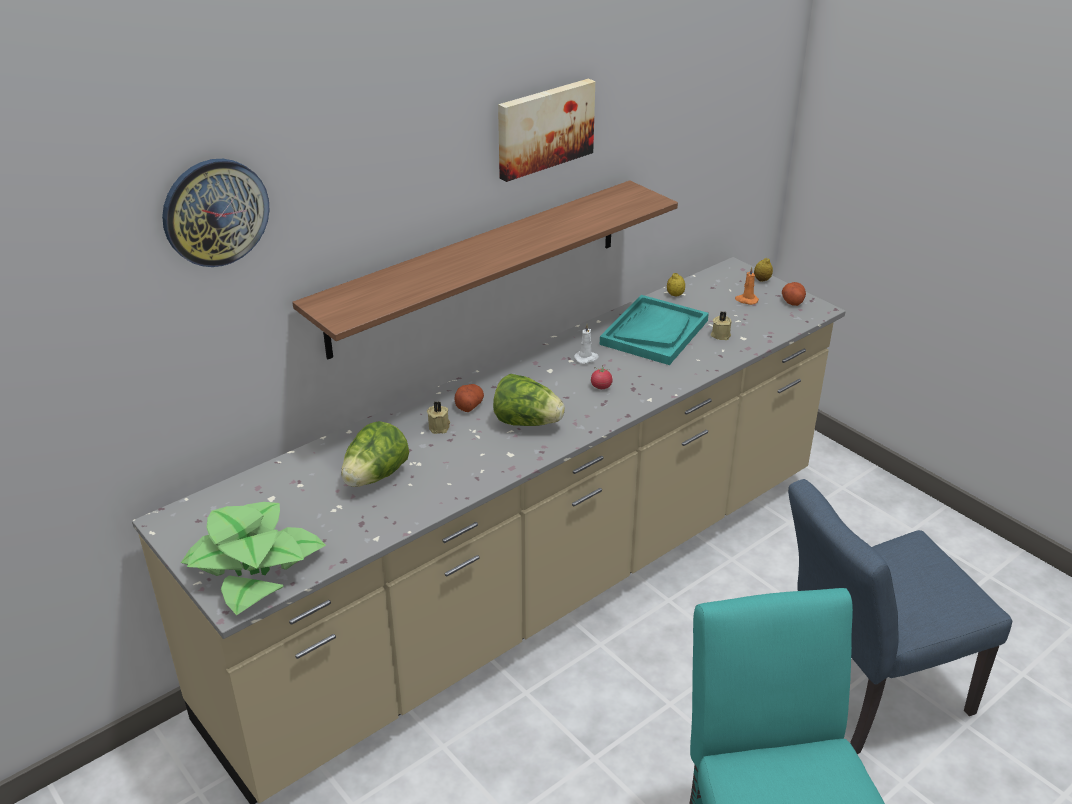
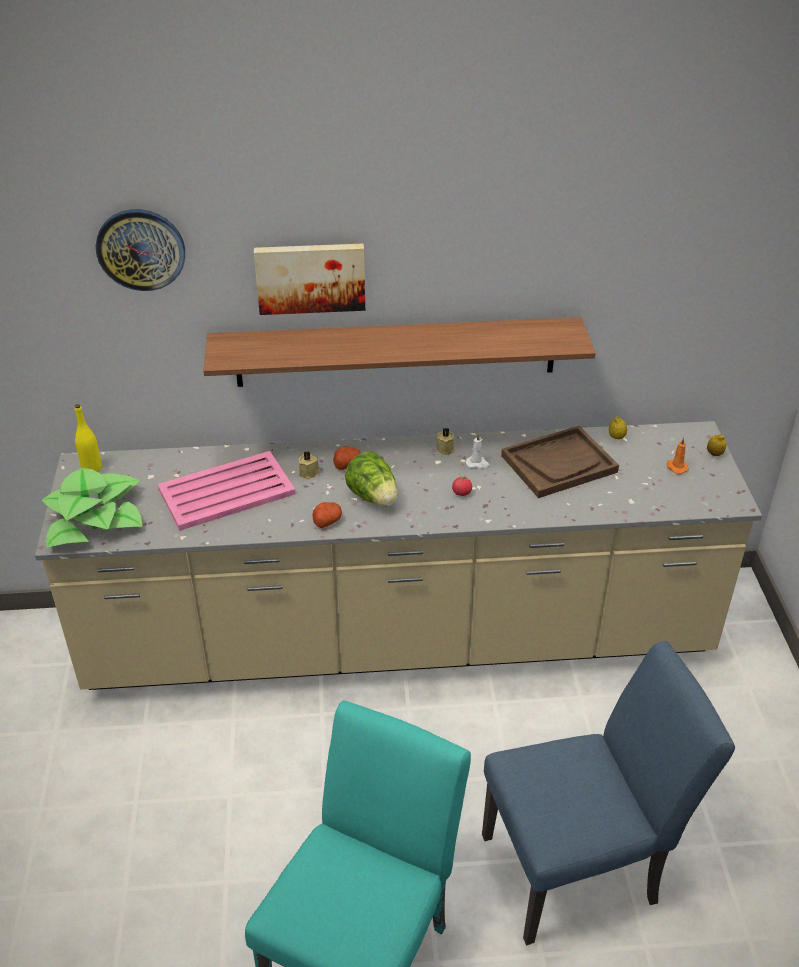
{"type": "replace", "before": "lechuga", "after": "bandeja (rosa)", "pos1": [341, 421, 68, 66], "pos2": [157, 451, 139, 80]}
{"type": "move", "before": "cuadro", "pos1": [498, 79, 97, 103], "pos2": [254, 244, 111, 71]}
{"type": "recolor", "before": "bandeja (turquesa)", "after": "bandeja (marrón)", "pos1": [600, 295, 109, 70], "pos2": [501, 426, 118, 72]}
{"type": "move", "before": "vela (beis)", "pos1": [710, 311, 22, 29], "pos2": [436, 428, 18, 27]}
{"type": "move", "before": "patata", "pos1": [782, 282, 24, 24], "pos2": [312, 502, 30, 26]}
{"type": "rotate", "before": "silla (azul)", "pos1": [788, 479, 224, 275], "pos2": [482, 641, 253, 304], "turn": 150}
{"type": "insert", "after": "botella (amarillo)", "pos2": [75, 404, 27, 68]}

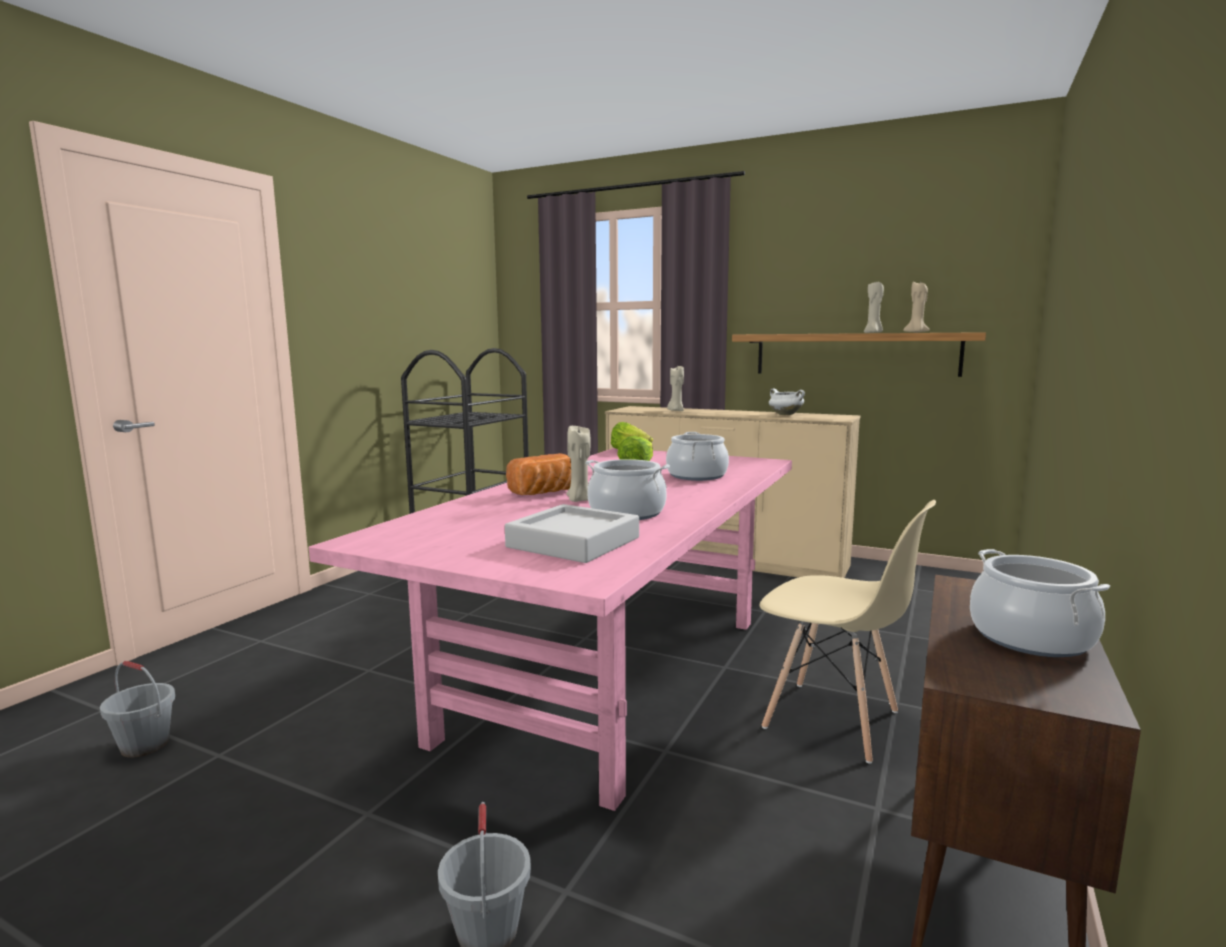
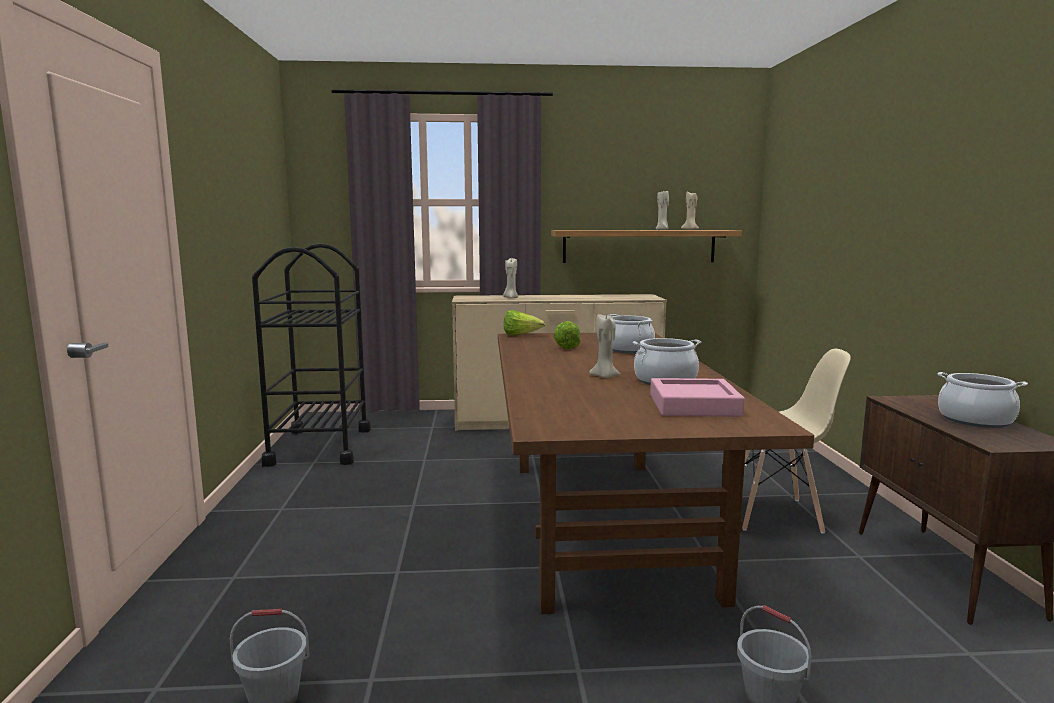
{"type": "recolor", "before": "mesa de comedor (rosa)", "after": "mesa de comedor (marrón)", "pos1": [309, 448, 483, 363], "pos2": [498, 333, 316, 281]}
{"type": "recolor", "before": "bandeja (gris)", "after": "bandeja (rosa)", "pos1": [505, 504, 134, 59], "pos2": [650, 378, 95, 39]}
{"type": "delete", "before": "pan", "pos1": [506, 453, 65, 42]}
{"type": "delete", "before": "olla (blanco)", "pos1": [769, 388, 36, 27]}

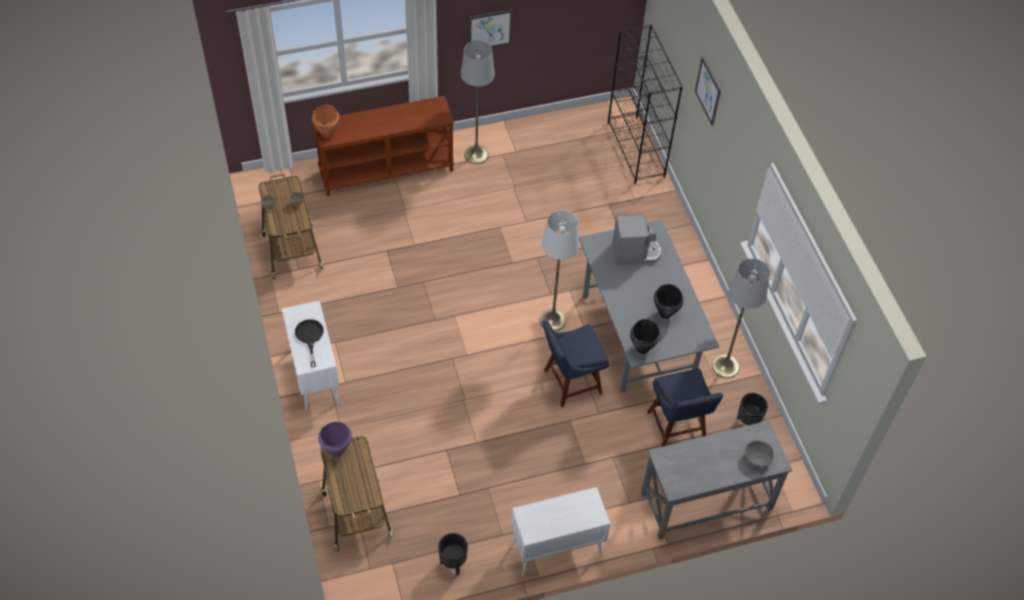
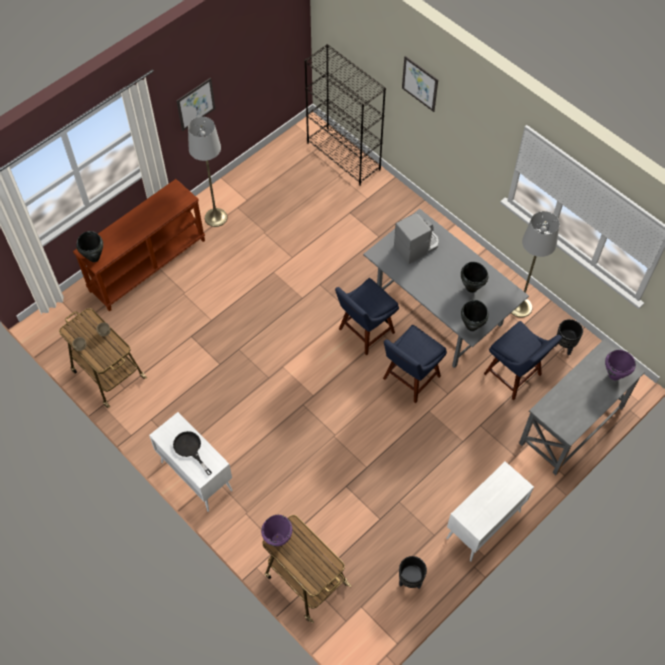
{"type": "recolor", "before": "olla (naranja)", "after": "olla (negro)", "pos1": [312, 105, 27, 33], "pos2": [76, 231, 27, 31]}
{"type": "replace", "before": "lámpara de pie (blanco)", "after": "silla (azul)", "pos1": [539, 210, 40, 122], "pos2": [335, 278, 64, 78]}
{"type": "replace", "before": "cuenco (gris)", "after": "olla (morado)", "pos1": [745, 440, 29, 28], "pos2": [605, 350, 31, 30]}

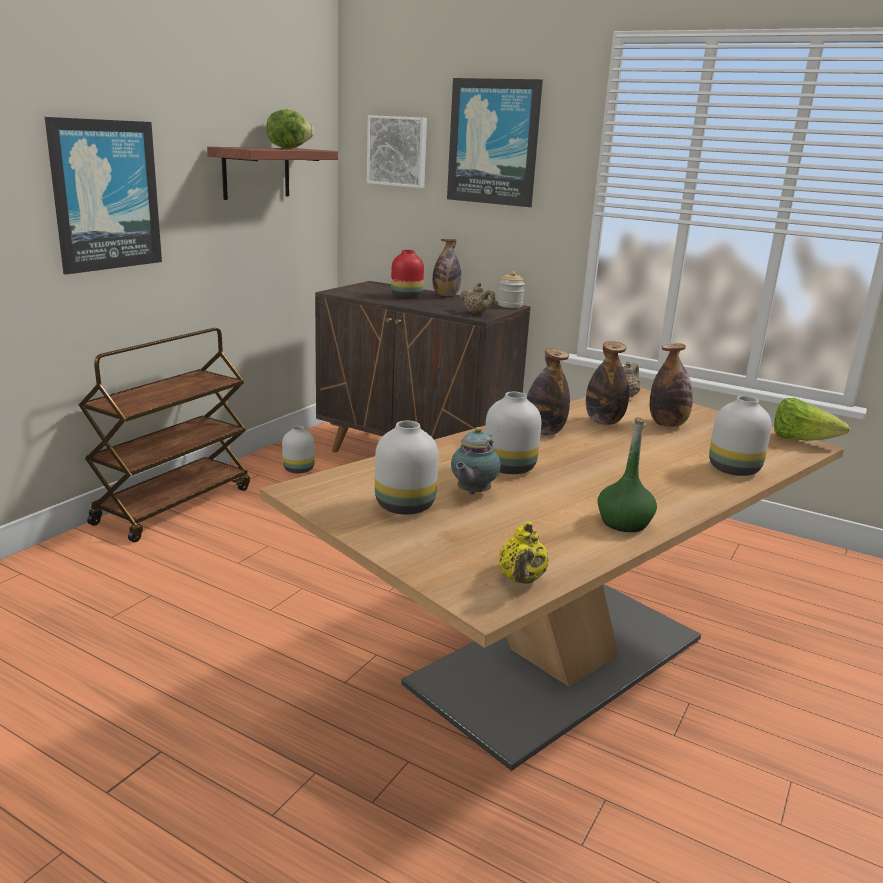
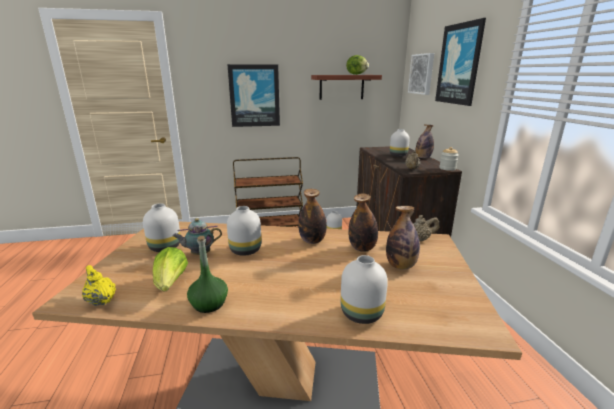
{"type": "recolor", "before": "florero (rojo)", "after": "florero (blanco)", "pos1": [391, 250, 33, 48], "pos2": [390, 129, 20, 27]}
{"type": "rotate", "before": "tetera (amarillo)", "pos1": [498, 521, 51, 63], "pos2": [82, 265, 34, 41], "turn": 75}
{"type": "move", "before": "lechuga", "pos1": [774, 398, 76, 43], "pos2": [153, 247, 35, 44]}

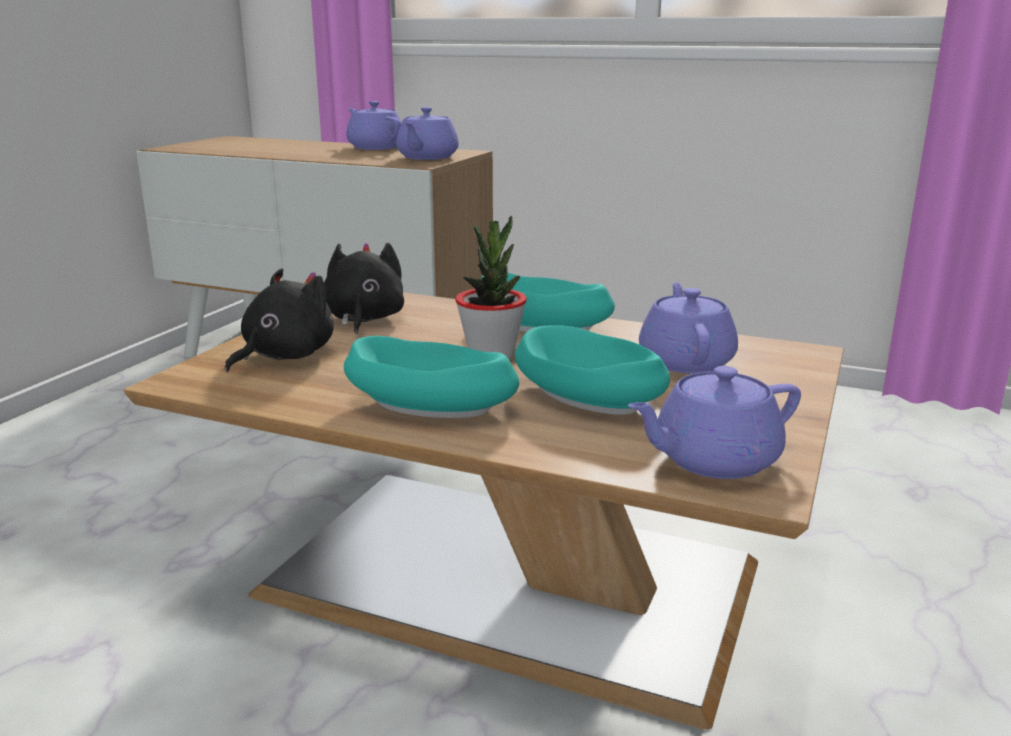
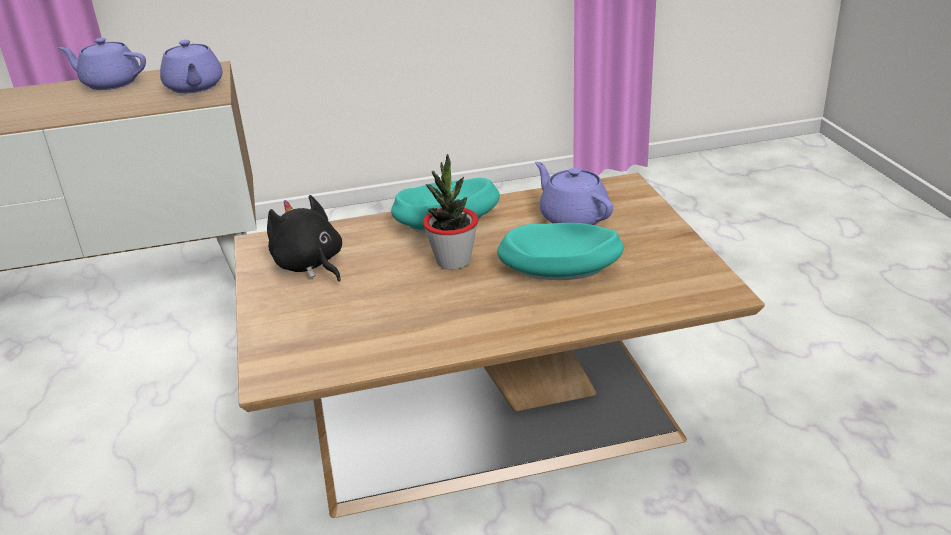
{"type": "delete", "before": "peluche (negro)", "pos1": [225, 268, 109, 104]}
{"type": "delete", "before": "cuenco (turquesa)", "pos1": [344, 336, 175, 82]}
{"type": "delete", "before": "tetera (morado)", "pos1": [628, 366, 173, 113]}

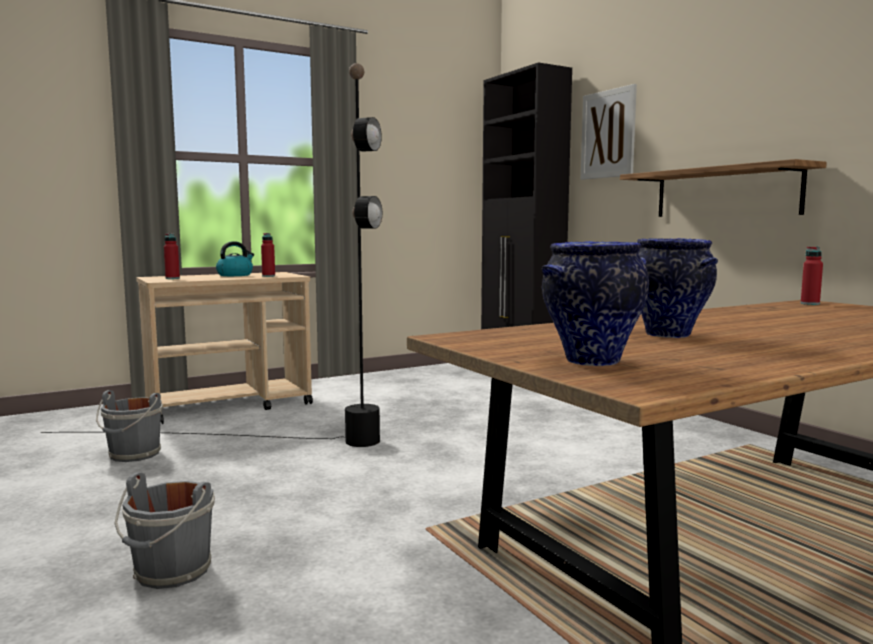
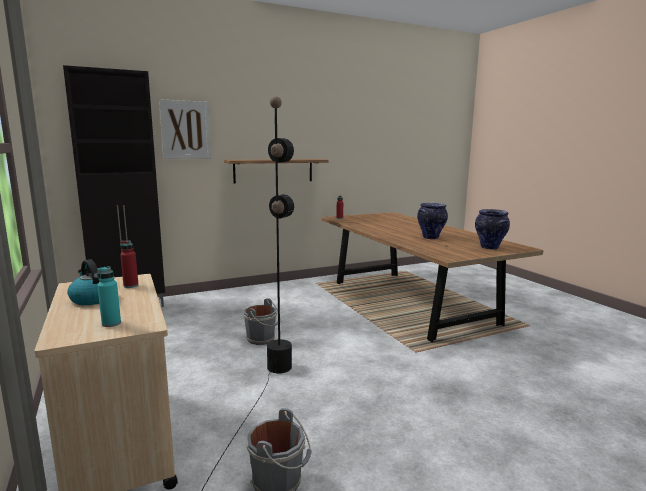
{"type": "move", "before": "cubo (gris)", "pos1": [114, 472, 101, 117], "pos2": [243, 298, 35, 47]}
{"type": "recolor", "before": "botella (rojo)", "after": "botella (turquesa)", "pos1": [164, 233, 16, 46], "pos2": [97, 266, 24, 61]}

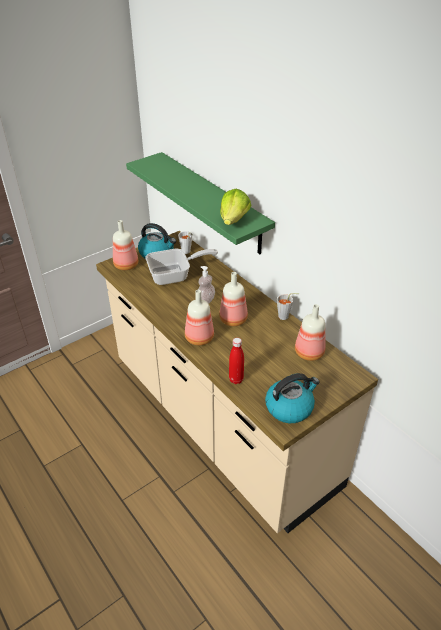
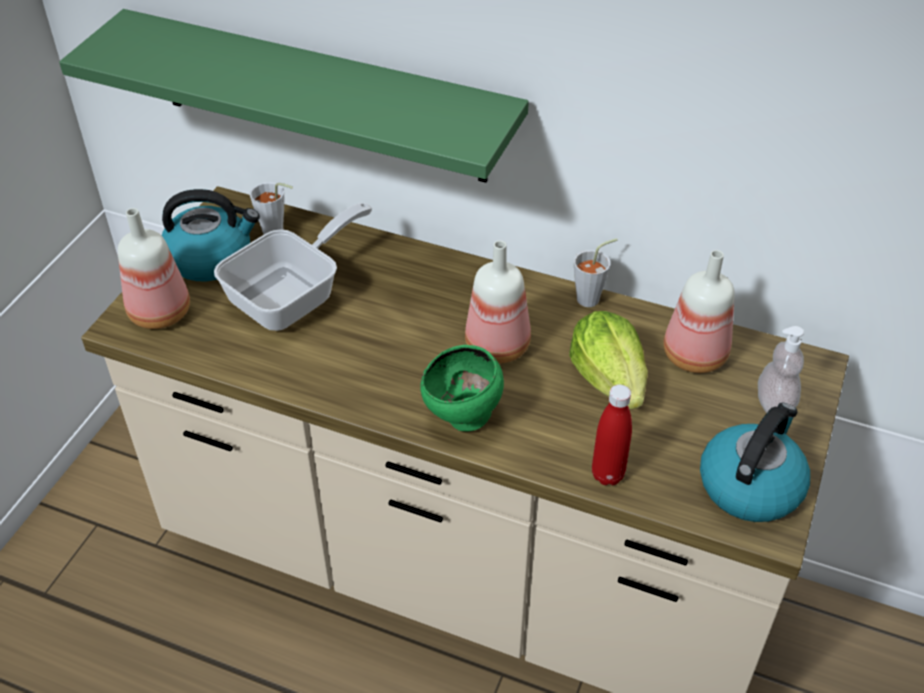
{"type": "replace", "before": "botella", "after": "cuenco (verde)", "pos1": [185, 290, 29, 55], "pos2": [420, 345, 84, 86]}
{"type": "move", "before": "dispensador de jabón", "pos1": [198, 266, 17, 38], "pos2": [758, 326, 46, 87]}
{"type": "move", "before": "lechuga", "pos1": [220, 189, 31, 36], "pos2": [569, 311, 79, 98]}

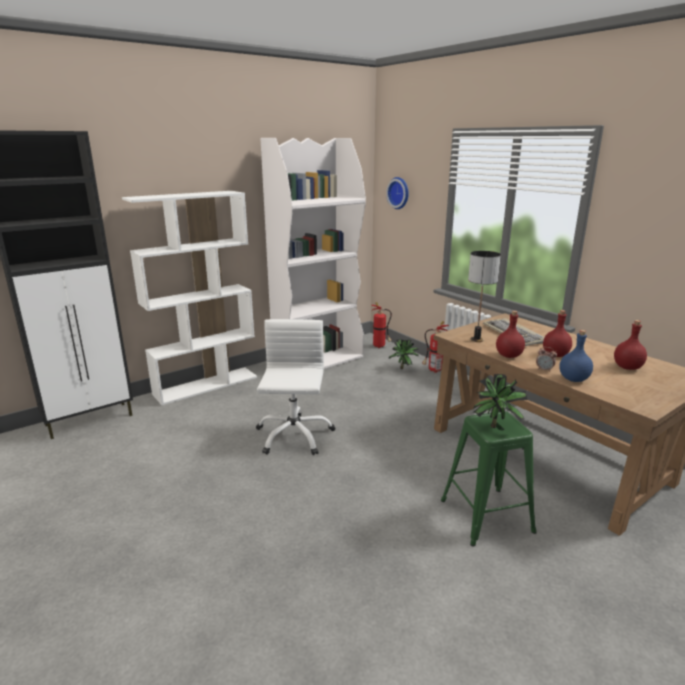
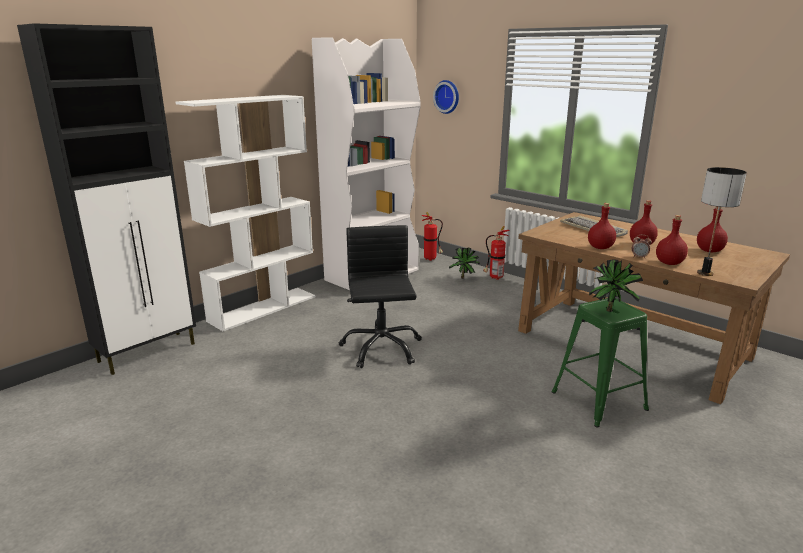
{"type": "recolor", "before": "silla de oficina (blanco)", "after": "silla de oficina (negro)", "pos1": [256, 319, 79, 136], "pos2": [339, 225, 83, 143]}
{"type": "move", "before": "lámpara de mesa", "pos1": [468, 251, 33, 91], "pos2": [697, 167, 50, 109]}
{"type": "recolor", "before": "botella (azul)", "after": "botella (rojo)", "pos1": [559, 330, 34, 52], "pos2": [656, 215, 32, 50]}

